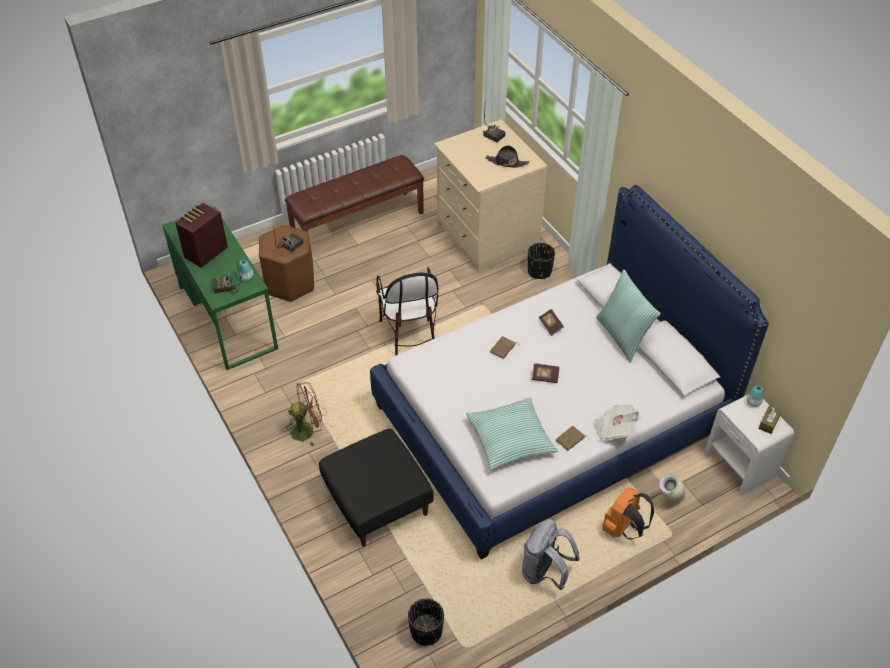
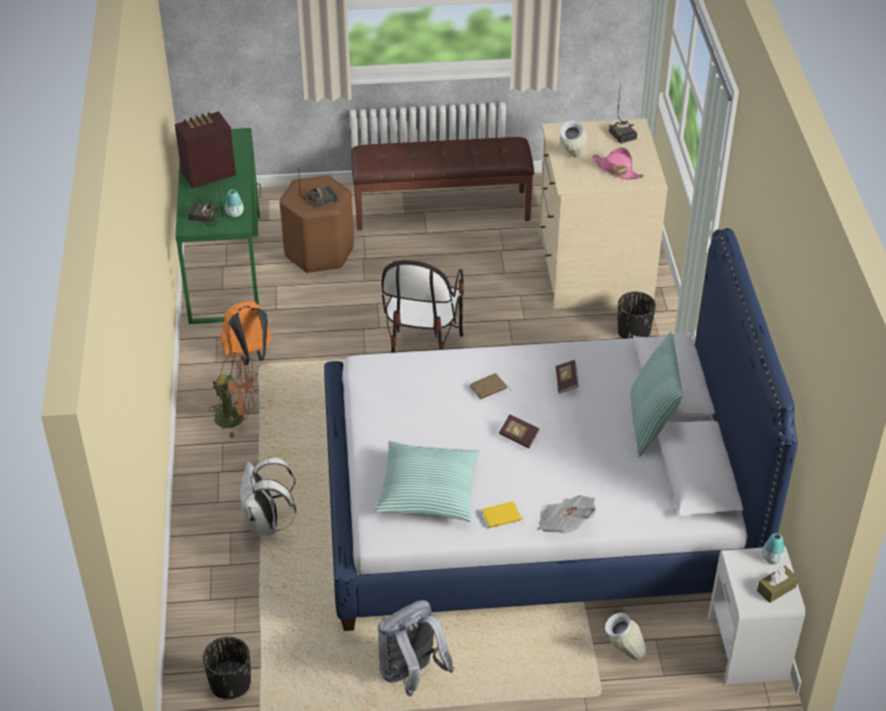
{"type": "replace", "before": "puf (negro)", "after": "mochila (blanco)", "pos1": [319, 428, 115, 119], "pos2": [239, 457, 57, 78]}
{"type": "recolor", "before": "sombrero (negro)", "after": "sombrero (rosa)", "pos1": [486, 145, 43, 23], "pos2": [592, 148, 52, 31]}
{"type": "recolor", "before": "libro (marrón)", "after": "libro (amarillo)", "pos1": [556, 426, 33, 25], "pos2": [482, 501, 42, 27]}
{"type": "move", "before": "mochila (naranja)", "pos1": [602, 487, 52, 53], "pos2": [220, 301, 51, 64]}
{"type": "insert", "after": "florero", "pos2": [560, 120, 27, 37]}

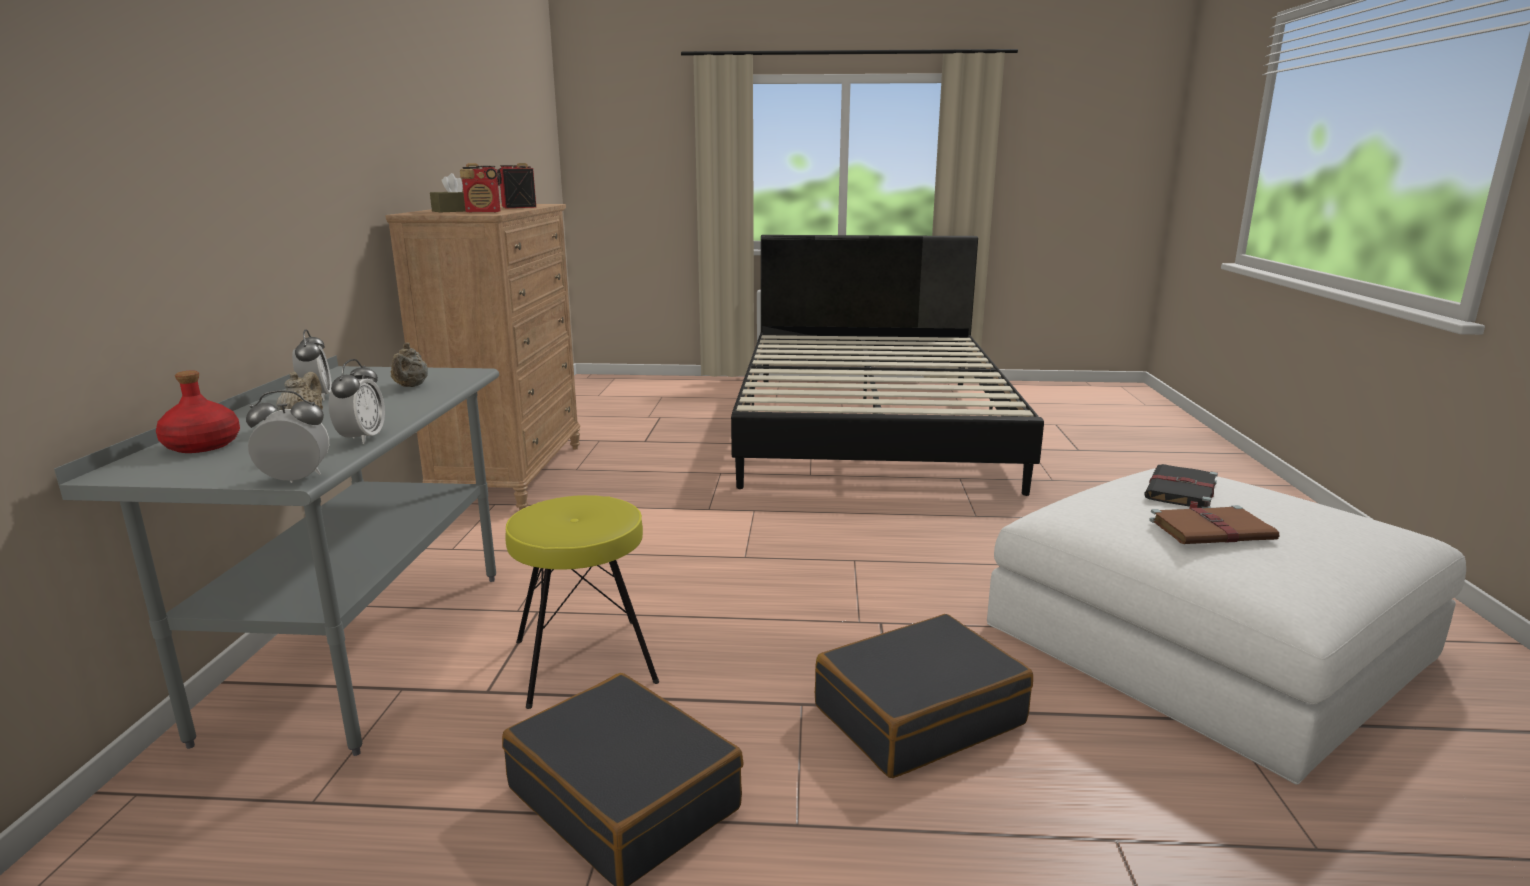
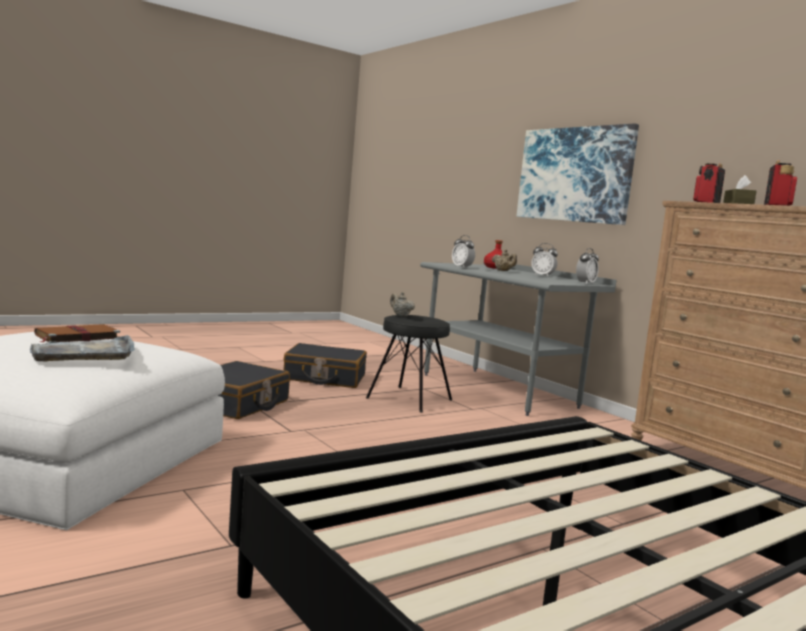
{"type": "move", "before": "despertador", "pos1": [246, 390, 83, 93], "pos2": [576, 248, 23, 36]}
{"type": "move", "before": "tetera (beis)", "pos1": [390, 343, 38, 44], "pos2": [390, 292, 25, 24]}
{"type": "recolor", "before": "taburete (amarillo)", "after": "taburete (negro)", "pos1": [505, 495, 154, 214], "pos2": [366, 315, 86, 98]}
{"type": "replace", "before": "libro (negro)", "after": "bandeja (gris)", "pos1": [1144, 464, 74, 45], "pos2": [30, 335, 105, 26]}
{"type": "insert", "after": "cuadro", "pos2": [517, 123, 122, 102]}

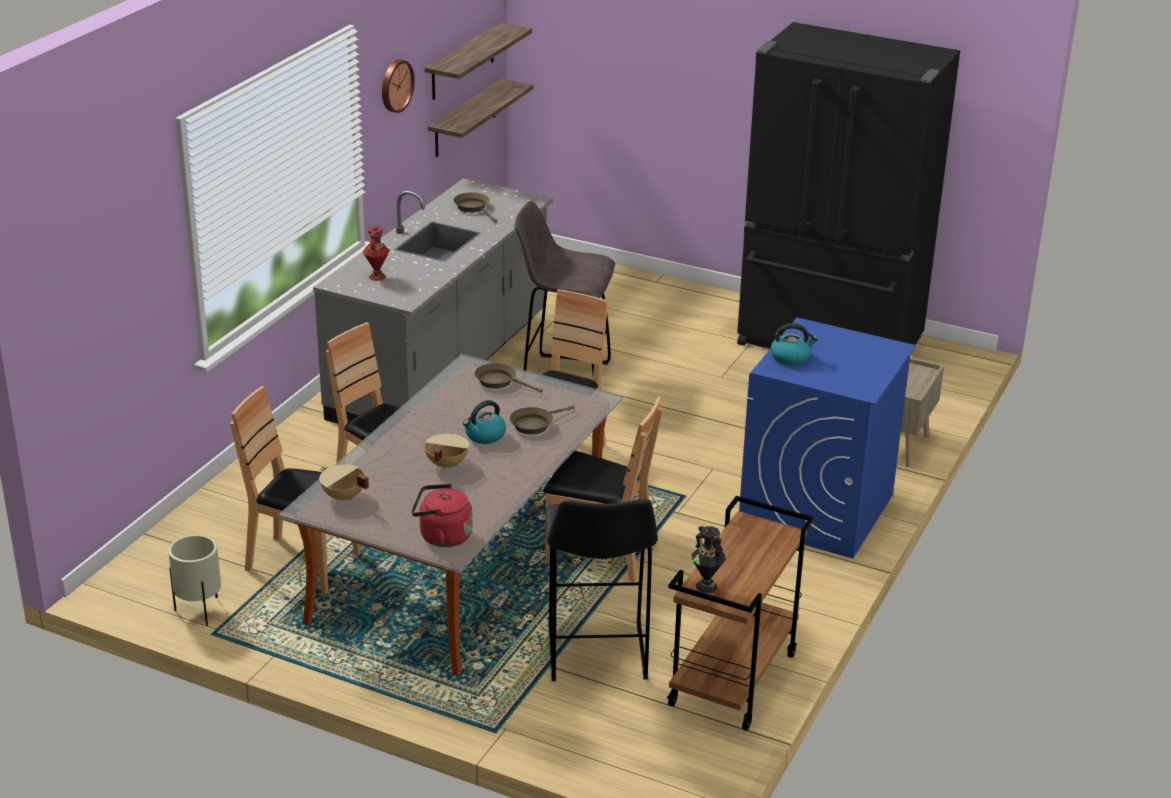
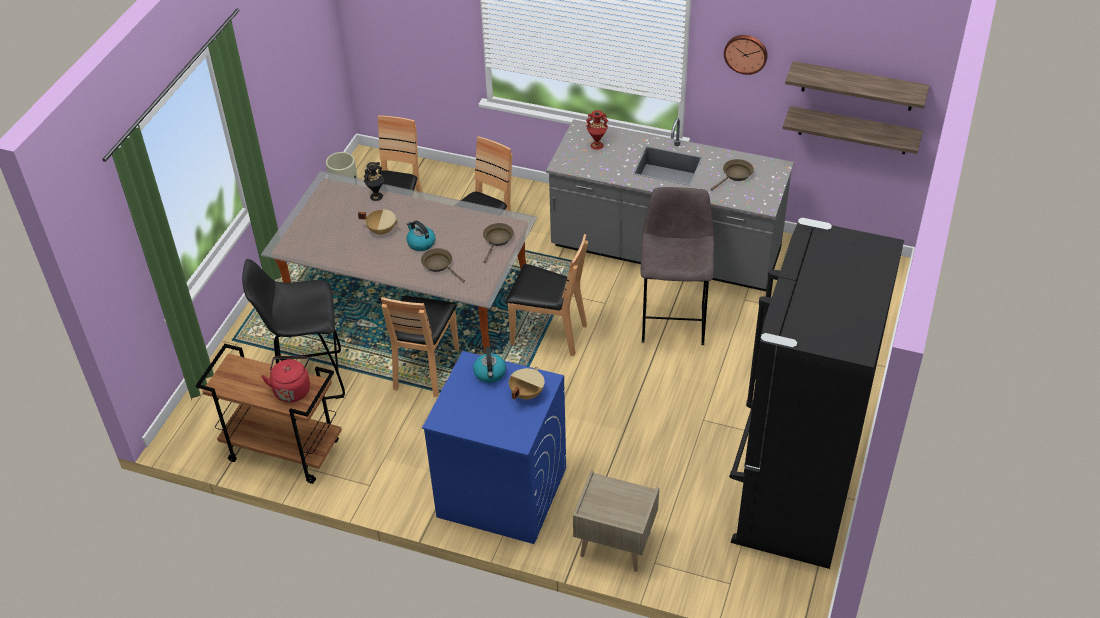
{"type": "move", "before": "olla (beis)", "pos1": [319, 465, 50, 37], "pos2": [509, 367, 36, 33]}
{"type": "move", "before": "hervidor (rojo)", "pos1": [412, 484, 60, 63], "pos2": [261, 356, 49, 47]}
{"type": "move", "before": "florero (negro)", "pos1": [691, 526, 35, 67], "pos2": [364, 162, 20, 39]}

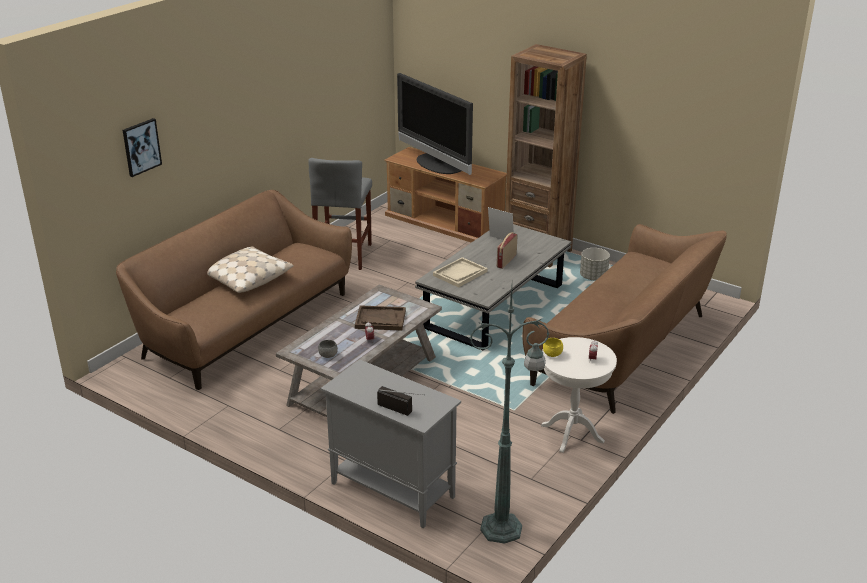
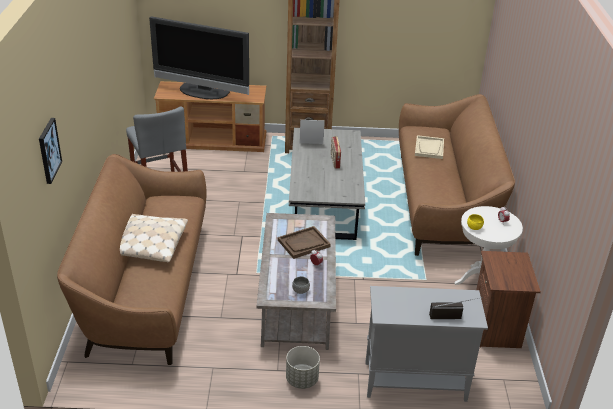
{"type": "move", "before": "bandeja (beis)", "pos1": [433, 257, 54, 31], "pos2": [415, 135, 29, 24]}
{"type": "delete", "before": "lámpara de pie (verde)", "pos1": [470, 287, 80, 256]}
{"type": "move", "before": "maceta (gris)", "pos1": [580, 248, 30, 32], "pos2": [286, 346, 34, 43]}
{"type": "insert", "after": "mesita de noche (marrón)", "pos2": [476, 251, 65, 97]}

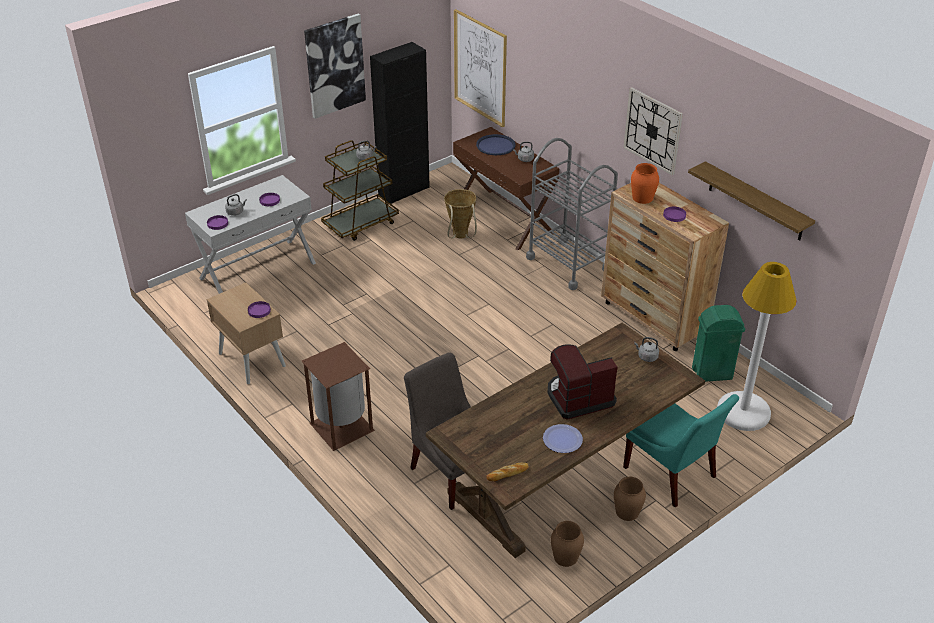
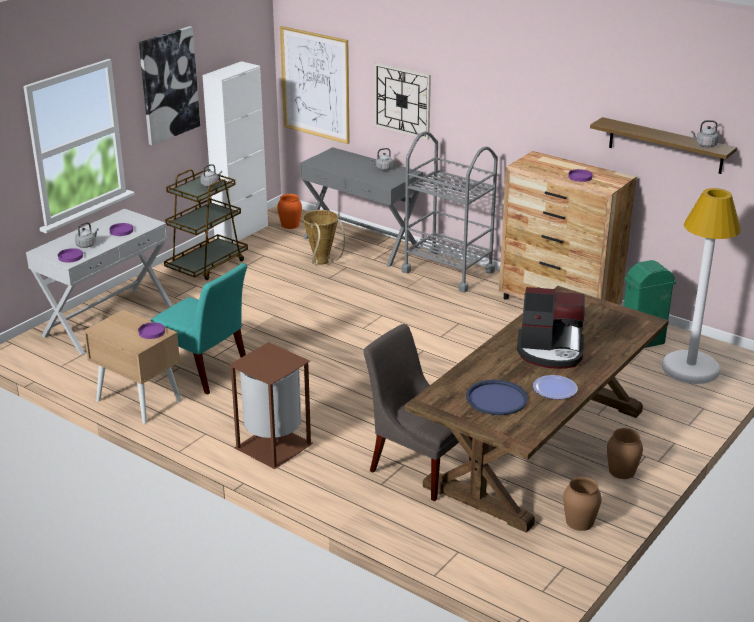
{"type": "recolor", "before": "armario (negro)", "after": "armario (blanco)", "pos1": [370, 42, 60, 162], "pos2": [202, 61, 66, 182]}
{"type": "recolor", "before": "mesa consola (marrón)", "after": "mesa consola (gris)", "pos1": [453, 127, 106, 124], "pos2": [300, 147, 123, 120]}
{"type": "move", "before": "bandeja (azul)", "pos1": [476, 134, 40, 21], "pos2": [466, 380, 62, 35]}
{"type": "delete", "before": "pan", "pos1": [486, 463, 43, 19]}
{"type": "rotate", "before": "cafetera", "pos1": [547, 344, 70, 76], "pos2": [517, 287, 68, 82], "turn": -135}
{"type": "move", "before": "reloj de pared", "pos1": [623, 87, 60, 88], "pos2": [374, 63, 57, 77]}
{"type": "move", "before": "silla (turquesa)", "pos1": [623, 394, 116, 113], "pos2": [150, 263, 97, 132]}
{"type": "move", "before": "florero (naranja)", "pos1": [631, 163, 28, 41], "pos2": [277, 194, 25, 35]}
{"type": "move", "before": "hervidor (gris)", "pos1": [634, 337, 25, 25], "pos2": [691, 120, 28, 27]}

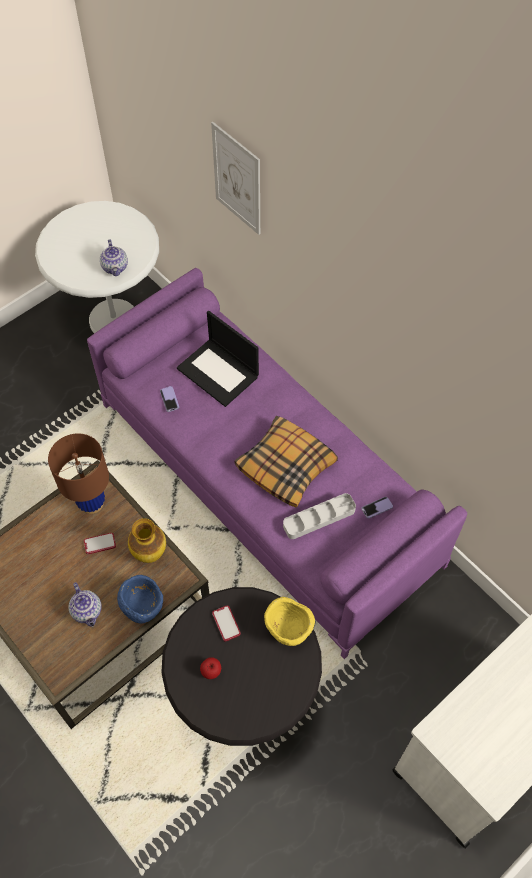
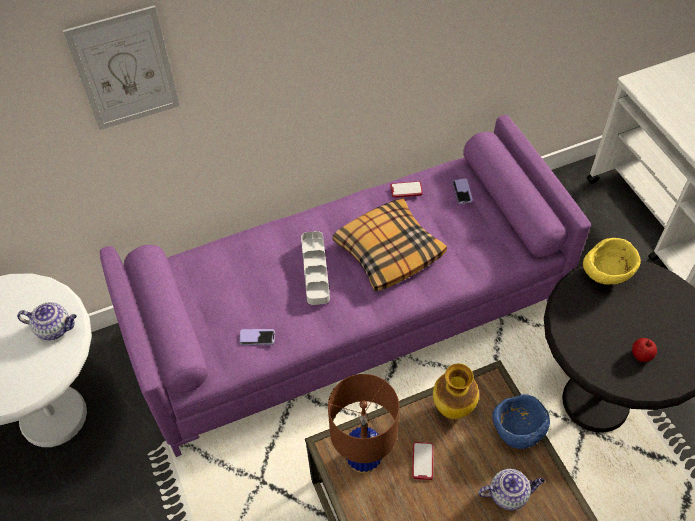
{"type": "delete", "before": "portátil", "pos1": [177, 311, 82, 96]}
{"type": "move", "before": "móvil", "pos1": [212, 605, 29, 37], "pos2": [391, 181, 32, 17]}
{"type": "move", "before": "bandeja (gris)", "pos1": [283, 493, 73, 46], "pos2": [301, 231, 29, 74]}

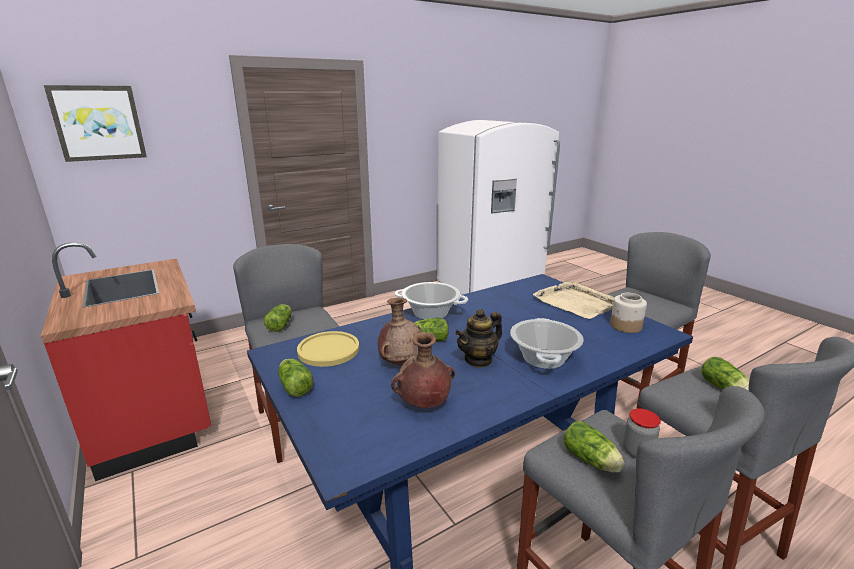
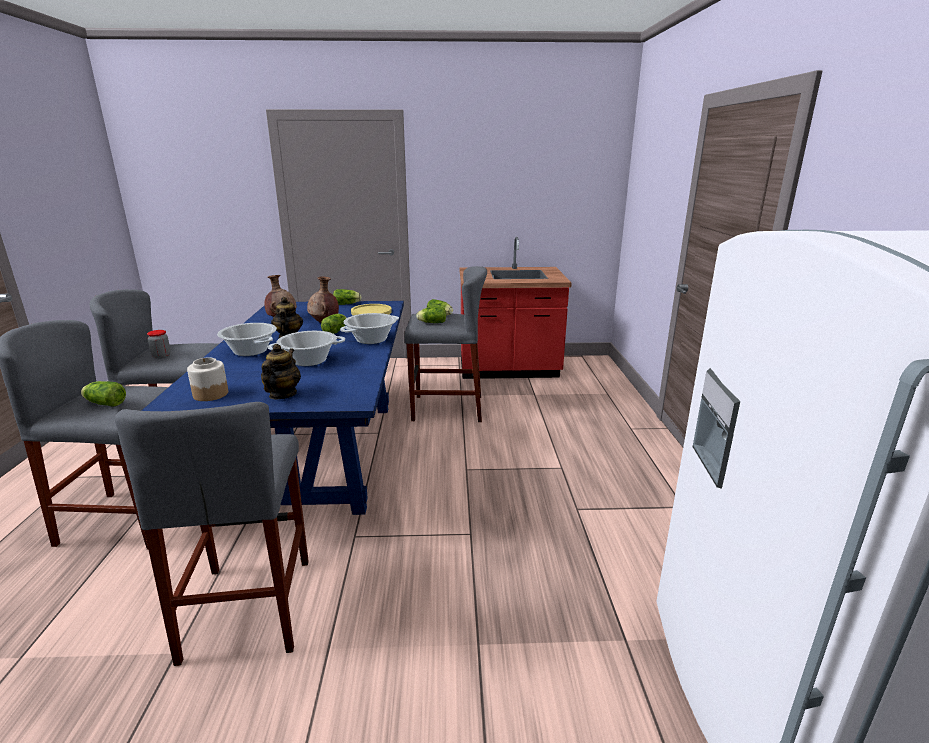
{"type": "delete", "before": "cuadro", "pos1": [44, 85, 103, 77]}
{"type": "replace", "before": "bandeja (beis)", "after": "tetera", "pos1": [533, 281, 82, 38], "pos2": [261, 344, 40, 55]}
{"type": "move", "before": "lechuga", "pos1": [563, 421, 61, 52], "pos2": [416, 307, 30, 16]}
{"type": "insert", "after": "olla", "pos2": [268, 331, 77, 35]}

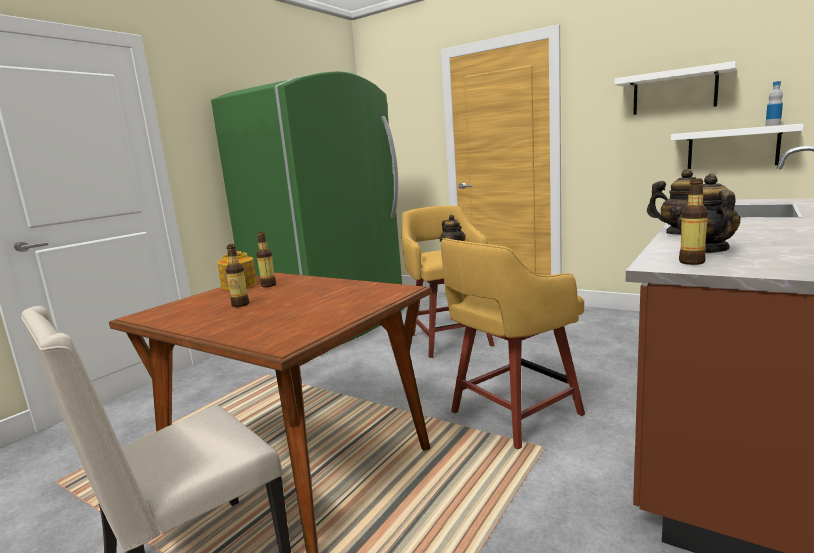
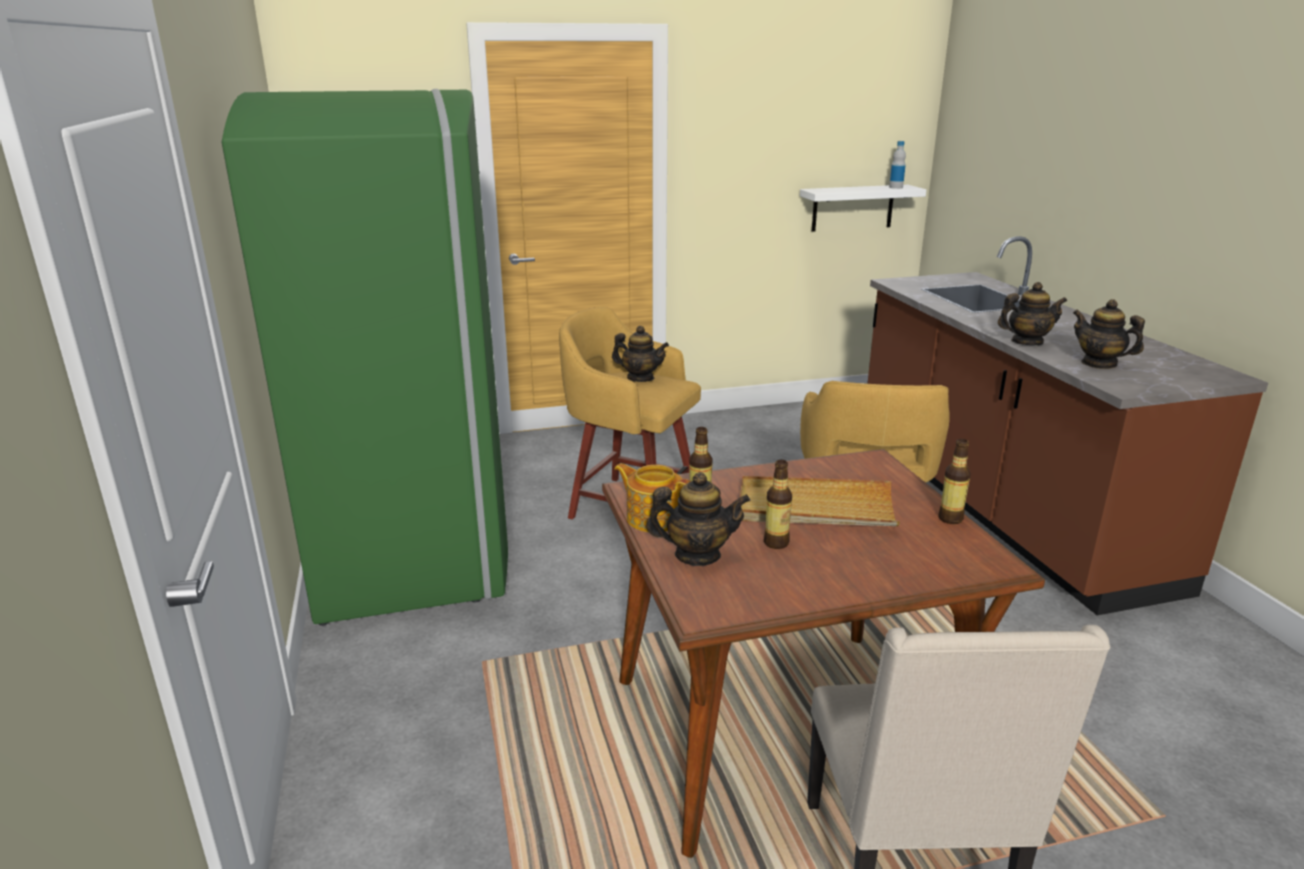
{"type": "delete", "before": "estante (blanco)", "pos1": [614, 61, 123, 54]}
{"type": "move", "before": "botella", "pos1": [679, 179, 29, 86], "pos2": [938, 439, 33, 85]}
{"type": "insert", "after": "tetera", "pos2": [646, 472, 104, 94]}
{"type": "insert", "after": "bandeja (beis)", "pos2": [740, 476, 160, 50]}

